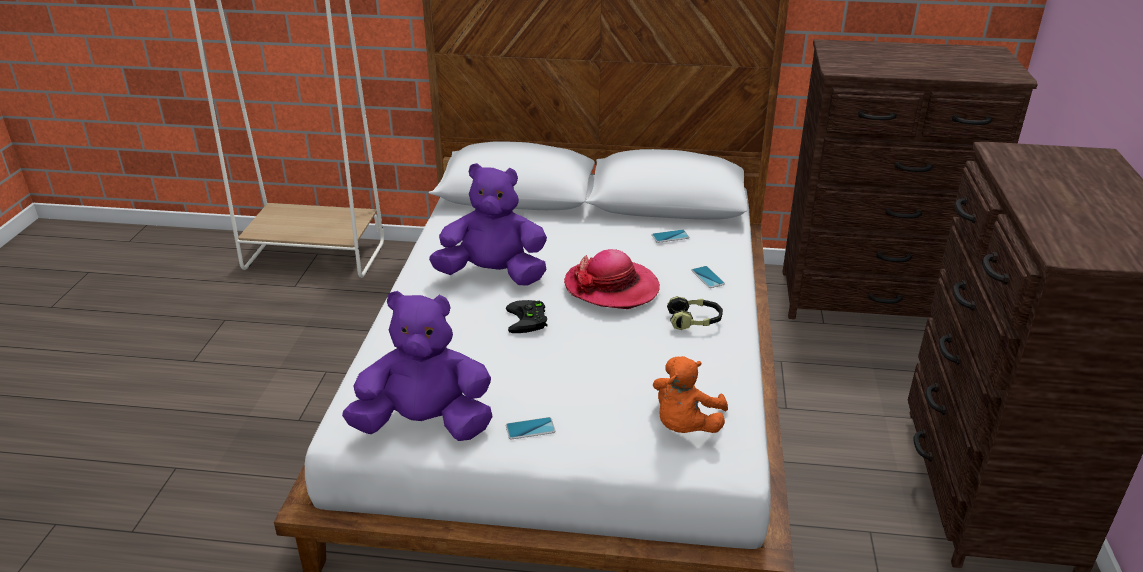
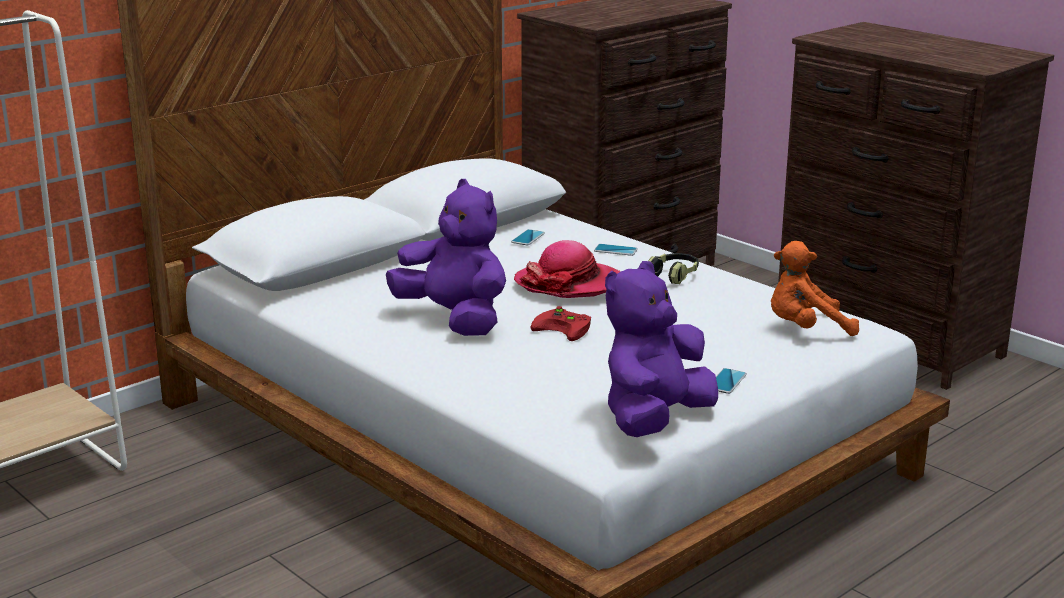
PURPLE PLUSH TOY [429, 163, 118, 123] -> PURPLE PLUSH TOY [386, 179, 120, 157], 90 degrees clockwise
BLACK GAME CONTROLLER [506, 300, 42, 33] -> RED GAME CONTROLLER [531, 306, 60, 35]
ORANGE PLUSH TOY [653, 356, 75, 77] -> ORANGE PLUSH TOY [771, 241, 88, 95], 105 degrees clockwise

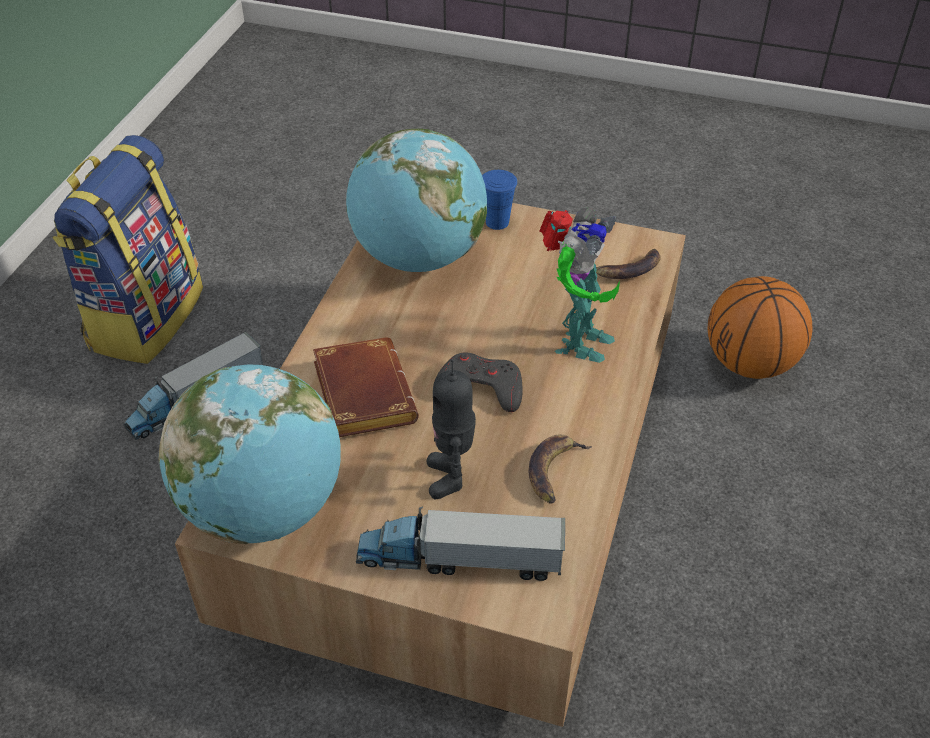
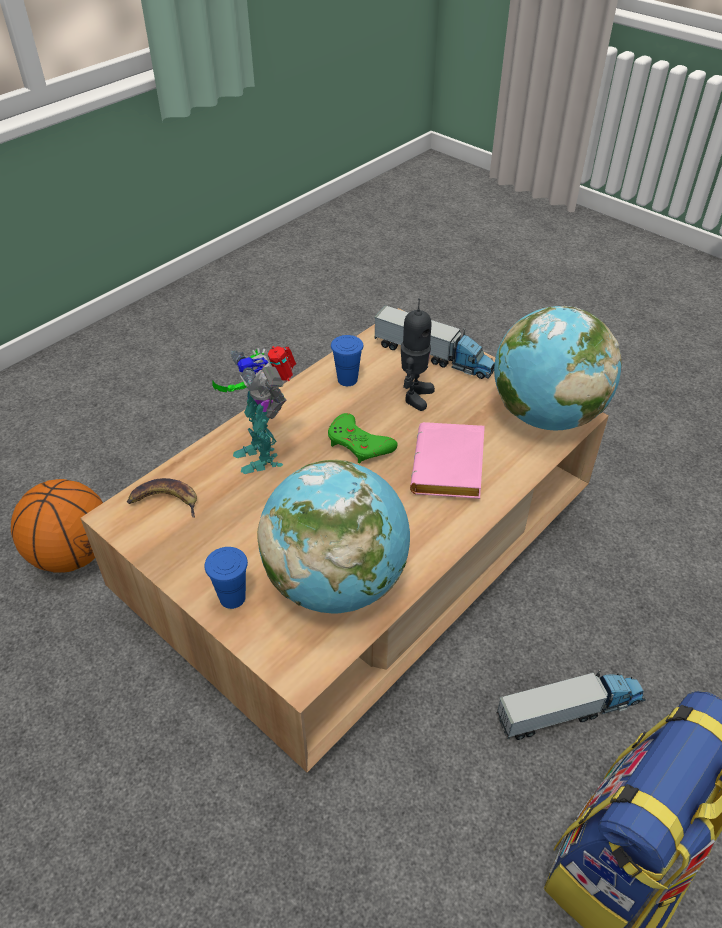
TOY ROBOT [539, 207, 81, 156] -> TOY ROBOT [212, 346, 84, 128], 75 degrees counterclockwise
GREY GAME CONTROLLER [435, 352, 88, 60] -> GREEN GAME CONTROLLER [328, 413, 70, 50]
BANANA [528, 434, 64, 70] -> BLUE CUP [331, 335, 32, 51]
BROWN BOOK [313, 337, 106, 100] -> PINK BOOK [410, 422, 75, 77]

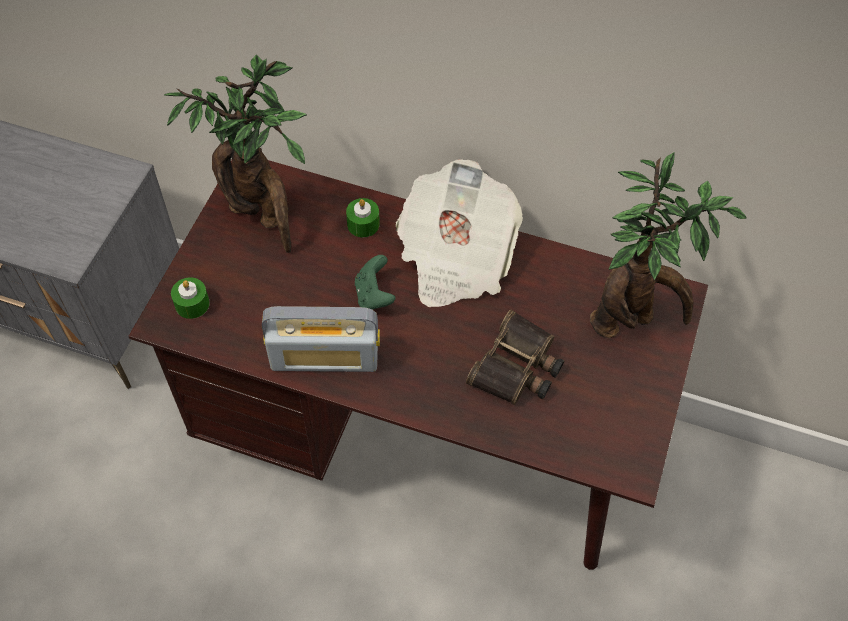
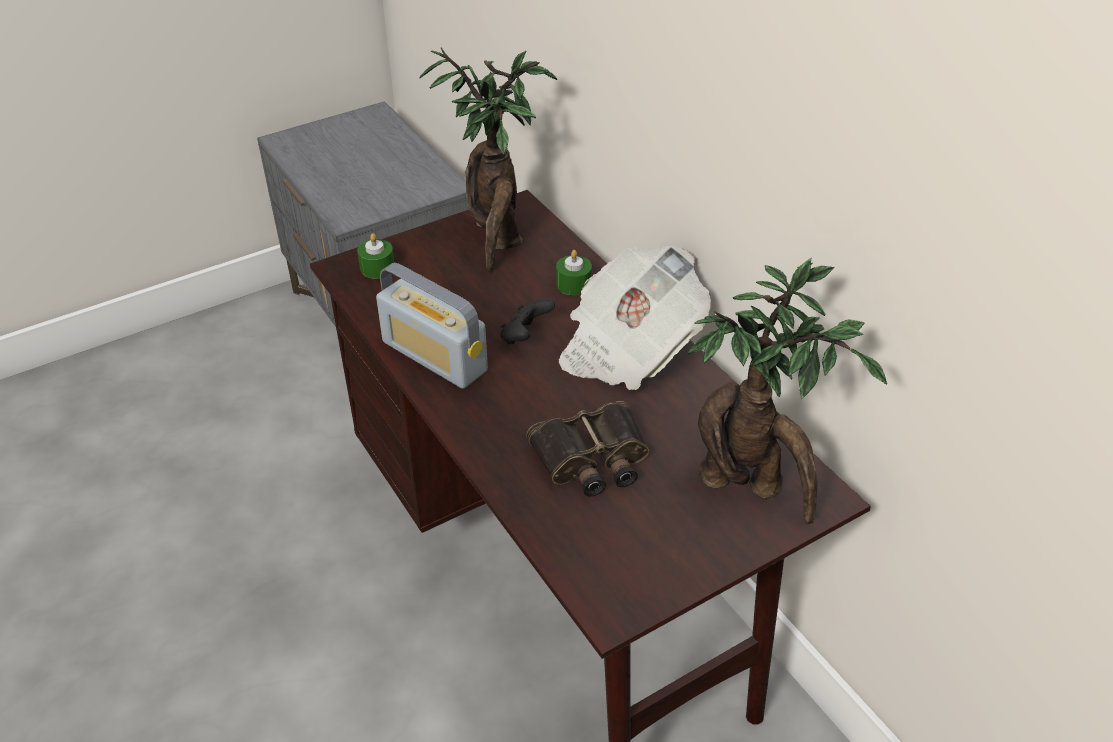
GREEN GAME CONTROLLER [355, 255, 40, 55] -> BLACK GAME CONTROLLER [500, 298, 55, 47]

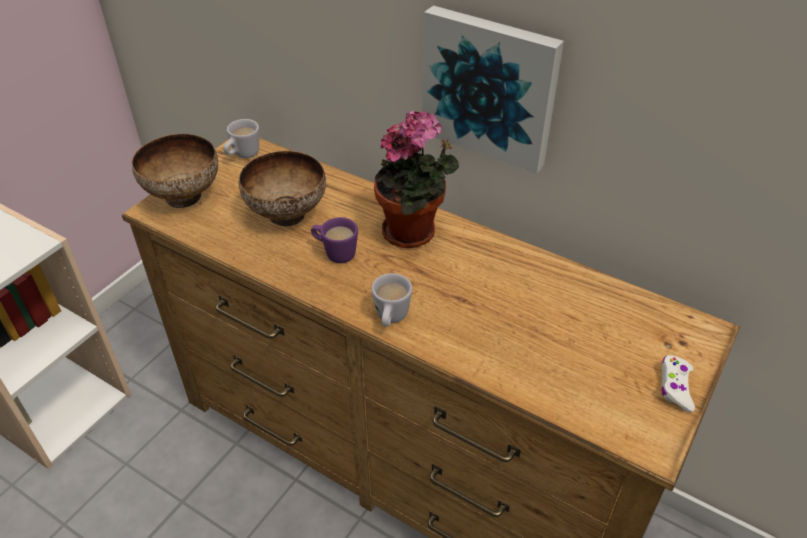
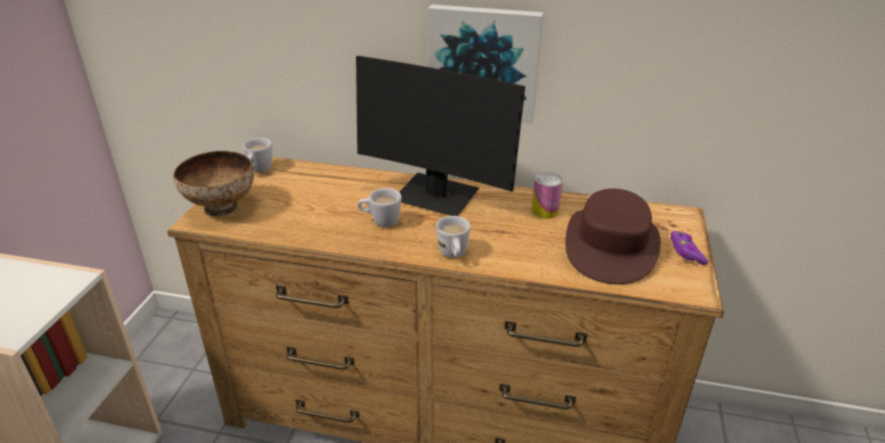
POTTED PLANT [374, 110, 85, 138] -> MONITOR [356, 56, 169, 160]
PURPLE MUG [311, 217, 47, 46] -> WHITE MUG [358, 188, 44, 39]
none -> CAN [531, 172, 32, 46]
none -> BROWN HAT [565, 189, 96, 95]
WHITE GAME CONTROLLER [661, 355, 34, 57] -> PURPLE GAME CONTROLLER [670, 231, 38, 34]
BOWL [239, 151, 87, 75] -> none

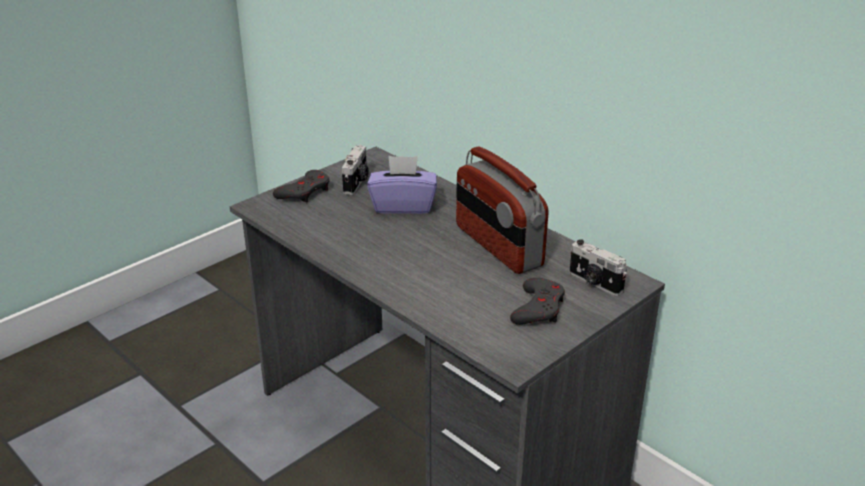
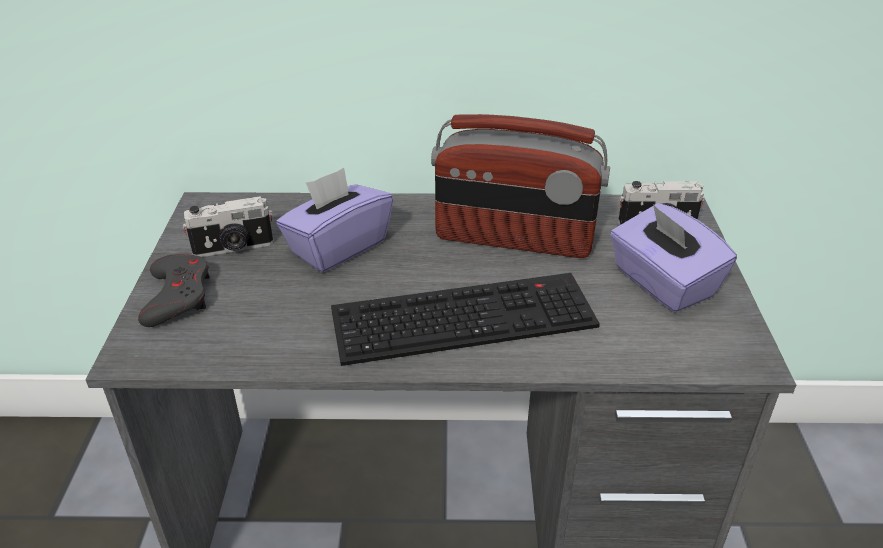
PHOTO CAMERA [342, 145, 27, 50] -> PHOTO CAMERA [183, 196, 90, 61], 105 degrees clockwise
none -> KEYBOARD [331, 273, 269, 93]
GREY GAME CONTROLLER [510, 278, 55, 47] -> PURPLE TISSUE BOX [610, 203, 127, 109]

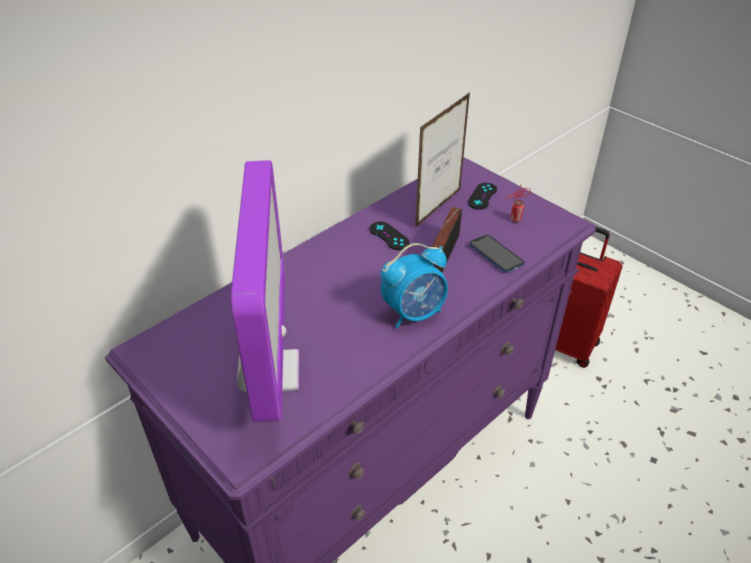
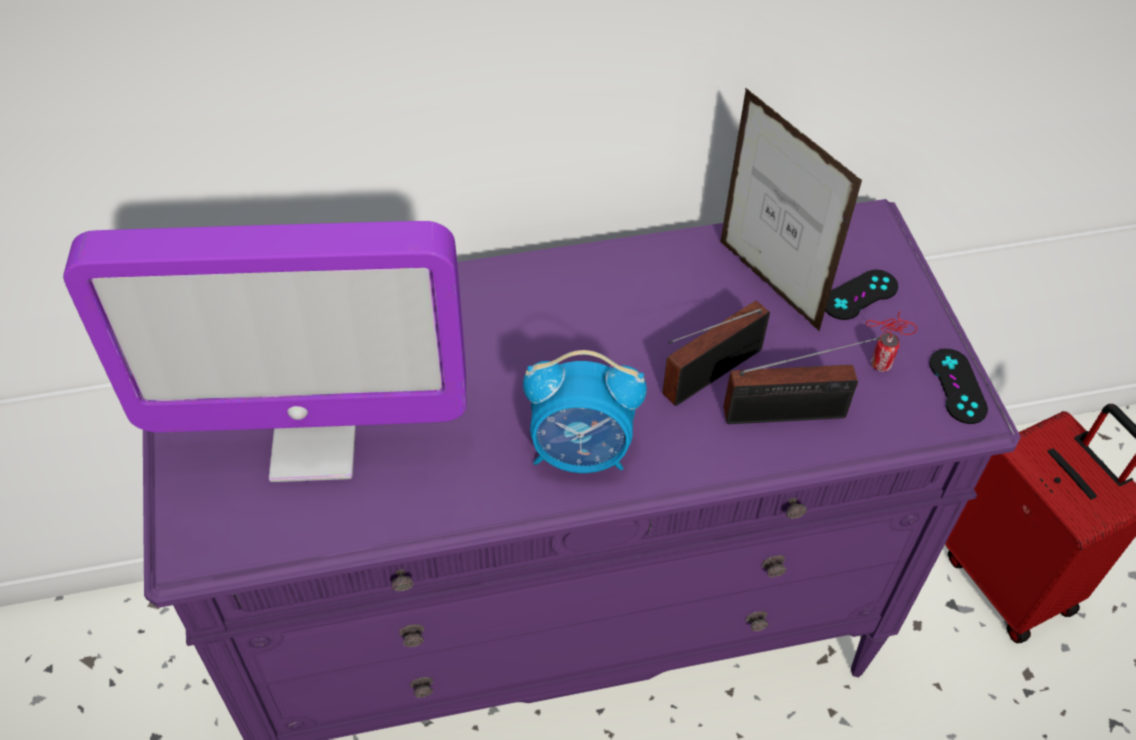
MONITOR [231, 160, 68, 263] -> MONITOR [63, 221, 403, 261], 60 degrees clockwise
PICTURE FRAME [415, 92, 55, 136] -> PICTURE FRAME [720, 87, 142, 244], 105 degrees counterclockwise
PHONE [469, 235, 55, 38] -> RADIO [723, 337, 158, 87]
BLACK GAME CONTROLLER [370, 222, 40, 28] -> BLACK GAME CONTROLLER [929, 349, 59, 75], shifted

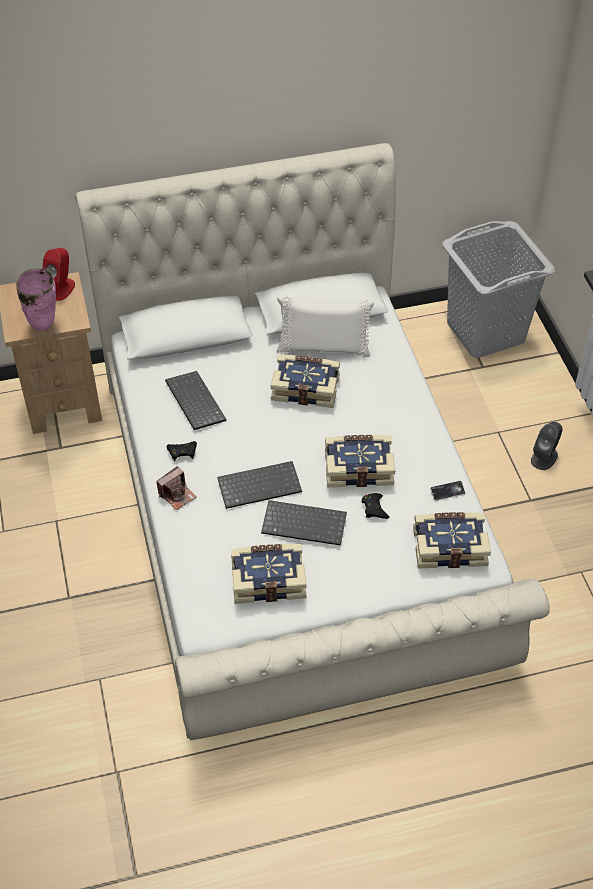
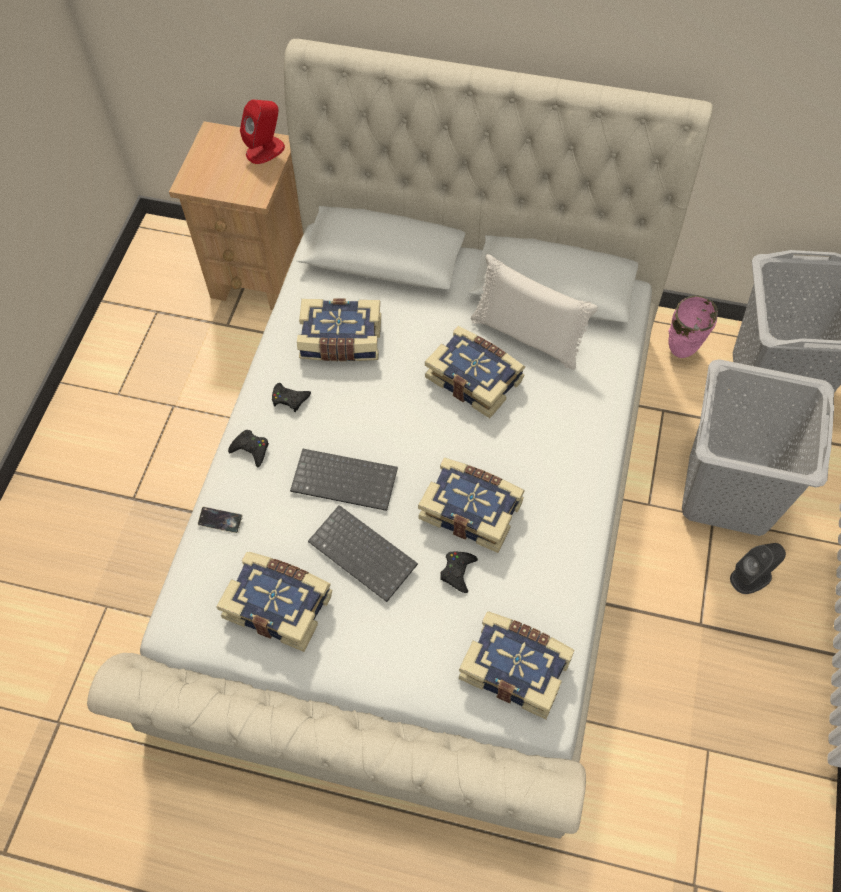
PHONE [430, 481, 36, 20] -> PHONE [198, 506, 45, 28], shifted
PHOTO CAMERA [156, 466, 41, 44] -> BLACK GAME CONTROLLER [228, 430, 41, 37]
KEYBOARD [165, 371, 61, 59] -> BOOK [297, 298, 84, 63]
PINK VASE [16, 269, 40, 62] -> PINK VASE [668, 296, 50, 62], shifted
none -> GREY LAUNDRY BASKET [682, 359, 152, 177]

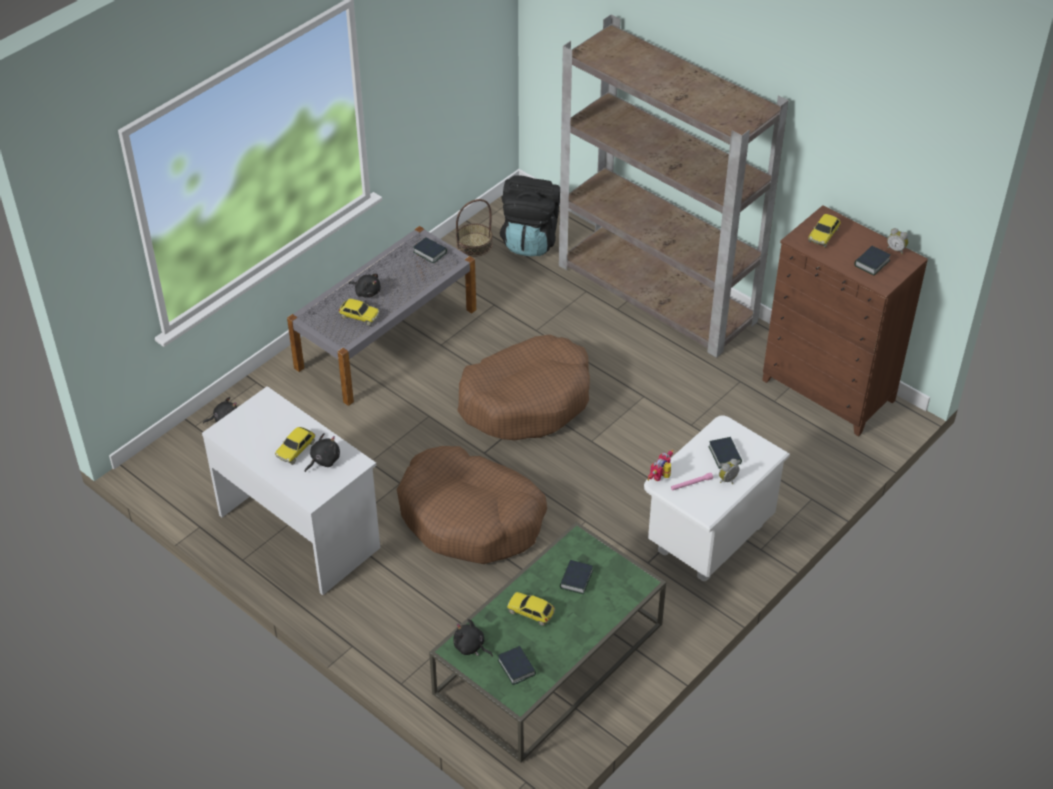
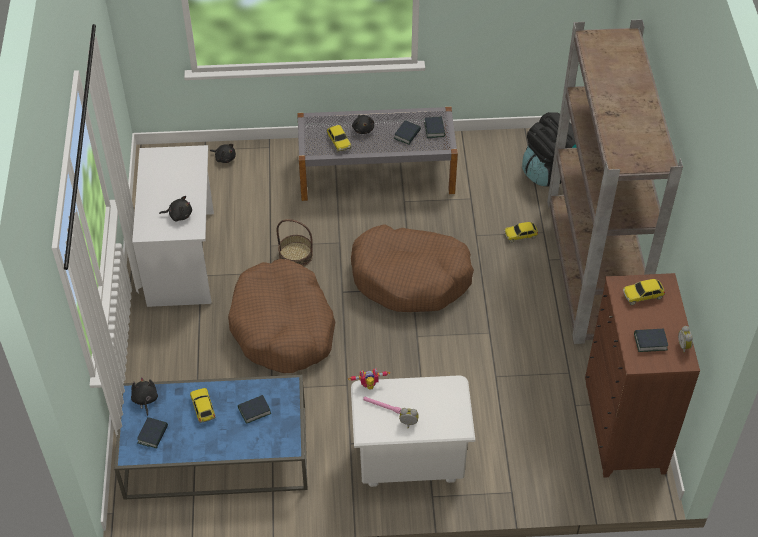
GREEN COFFEE TABLE [429, 522, 237, 241] -> BLUE COFFEE TABLE [114, 375, 193, 125]
BASKET [456, 199, 37, 58] -> BASKET [277, 219, 36, 47], shifted
BOOK [708, 437, 34, 32] -> BOOK [394, 120, 27, 25], shifted
TOY CAR [275, 427, 40, 38] -> TOY CAR [504, 222, 34, 21], shifted

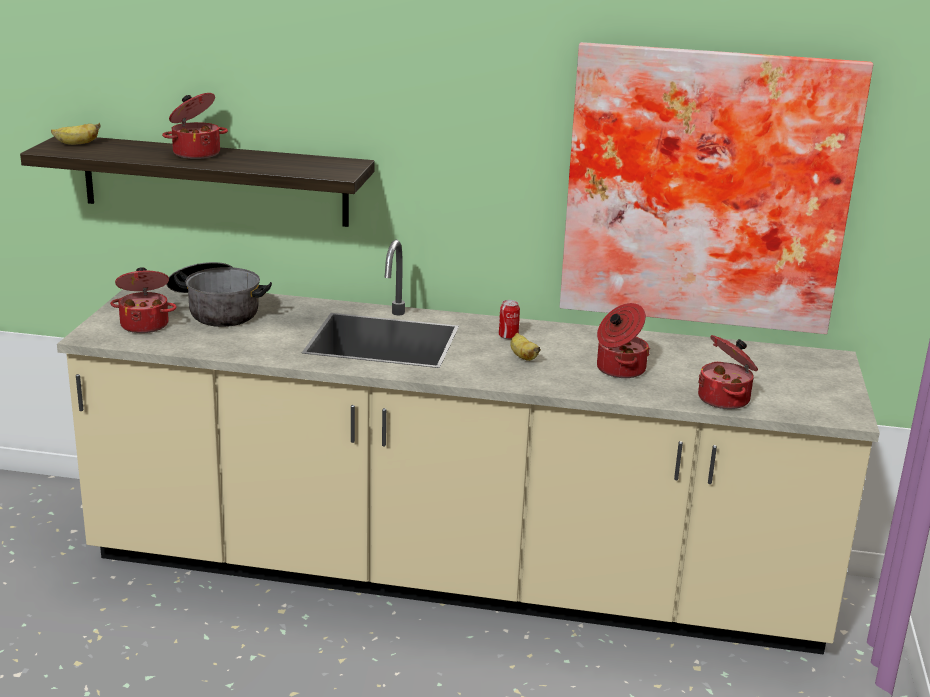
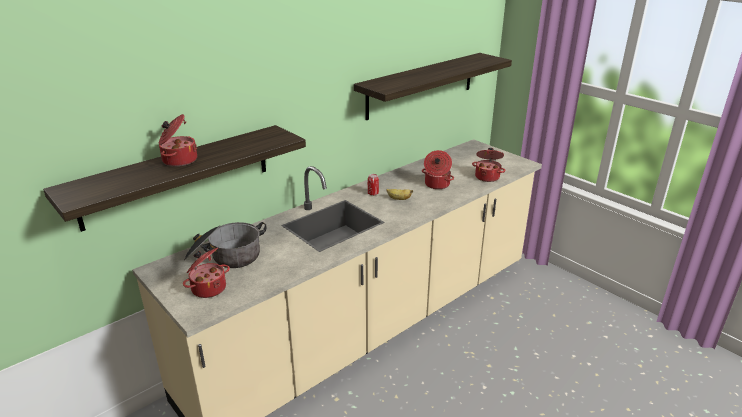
PICTURE [560, 42, 313, 292] -> SHELF [354, 53, 158, 67]
BANANA [51, 123, 50, 22] -> none

